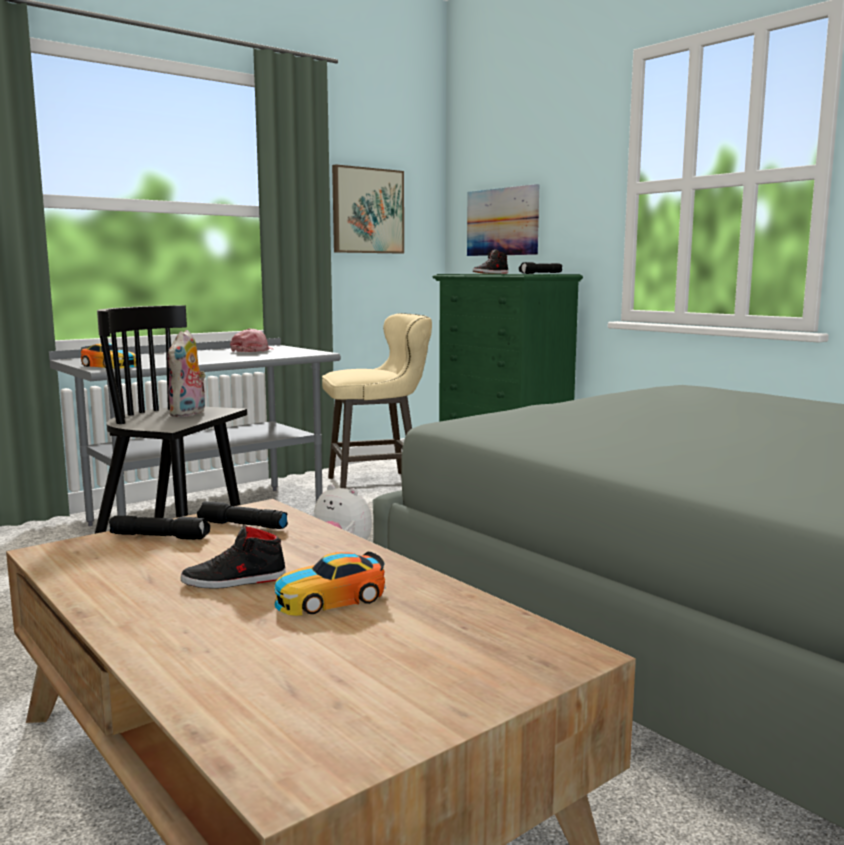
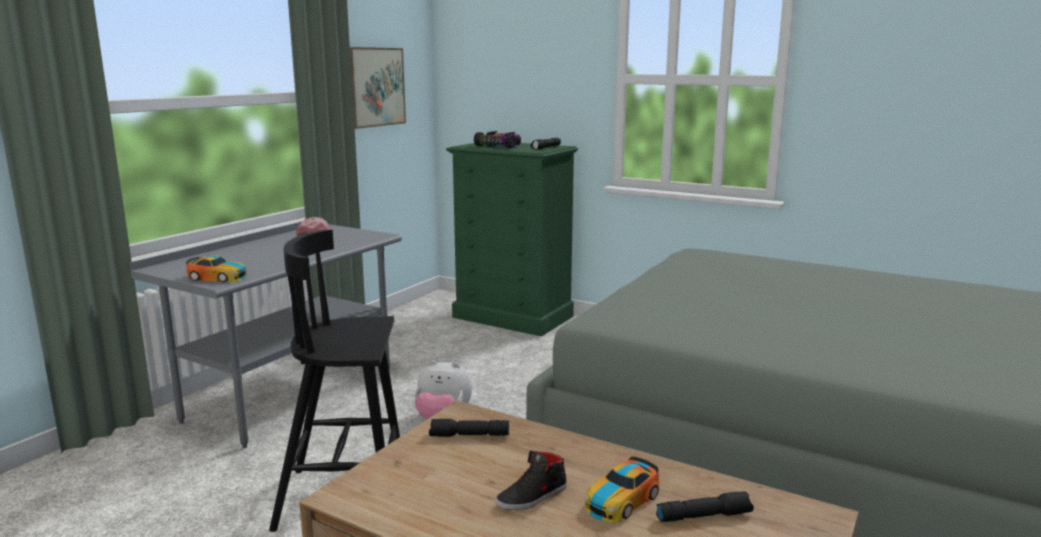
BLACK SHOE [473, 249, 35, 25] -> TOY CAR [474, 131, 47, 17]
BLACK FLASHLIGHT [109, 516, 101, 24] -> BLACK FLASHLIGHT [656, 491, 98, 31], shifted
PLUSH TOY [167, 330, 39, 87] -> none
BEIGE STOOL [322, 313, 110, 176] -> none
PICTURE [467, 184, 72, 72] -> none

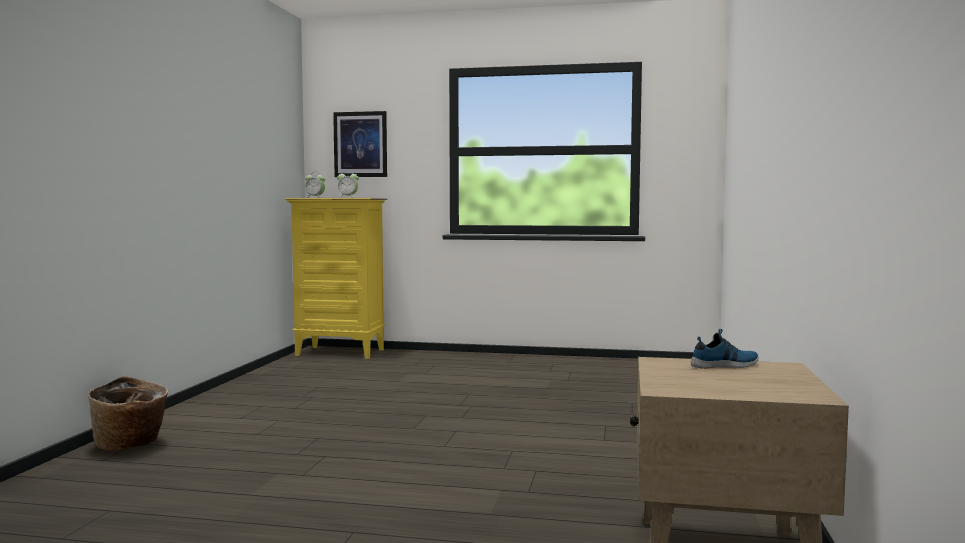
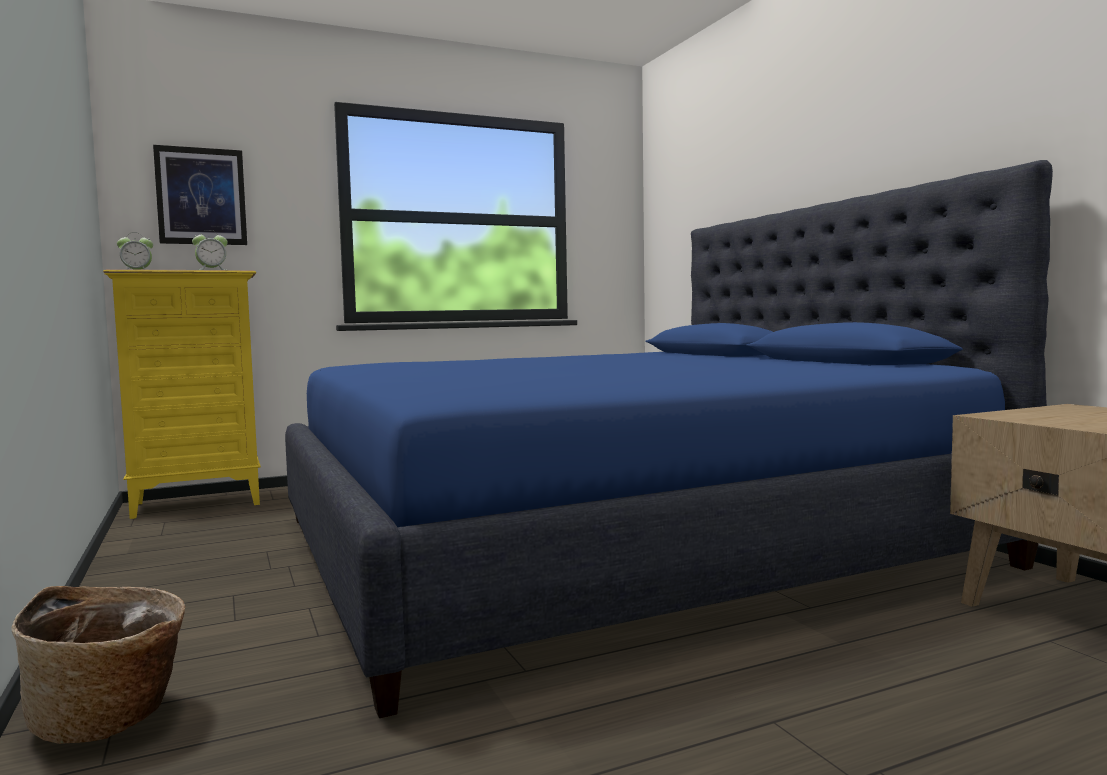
none -> BLUE BED [285, 160, 768, 558]
SHOE [691, 329, 68, 40] -> none

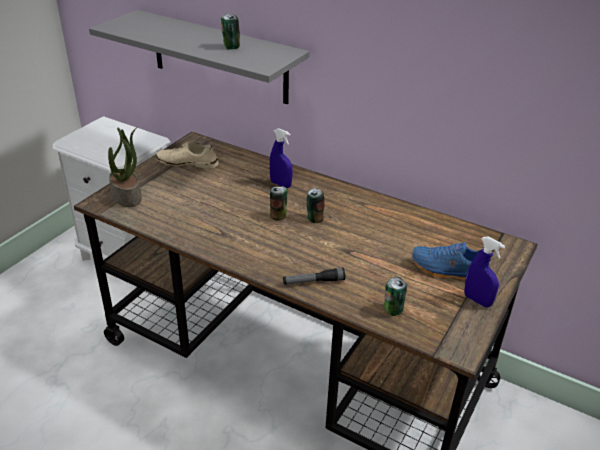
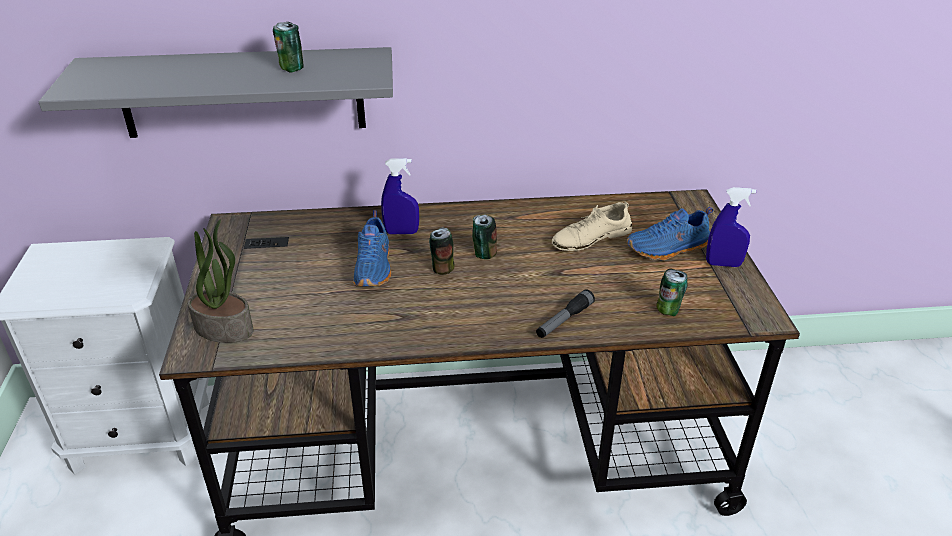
none -> BLUE SHOE [353, 210, 38, 76]
BEIGE SHOE [156, 140, 62, 29] -> BEIGE SHOE [552, 201, 80, 50], shifted

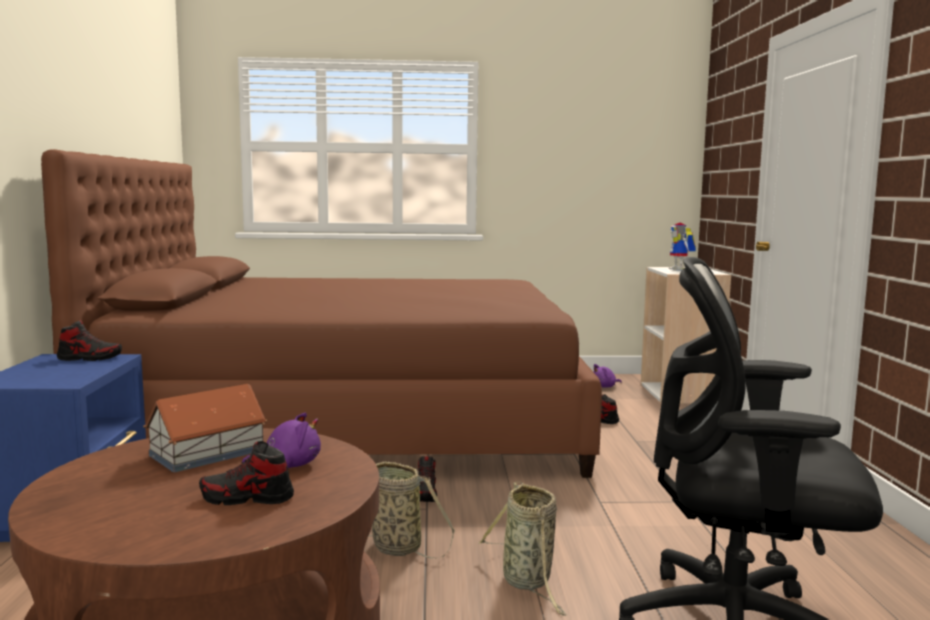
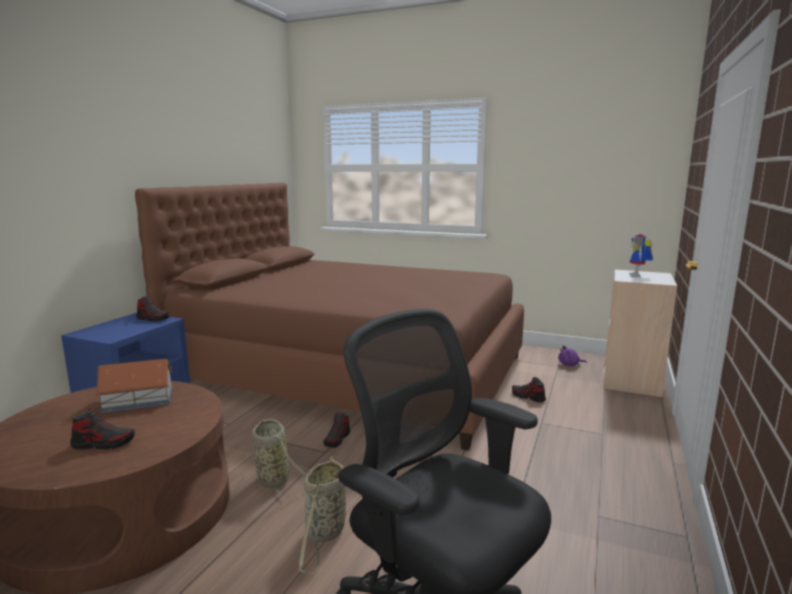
SHOE [199, 441, 95, 64] -> SHOE [70, 408, 65, 42], 150 degrees clockwise
PURPLE PLUSH TOY [241, 412, 80, 56] -> none

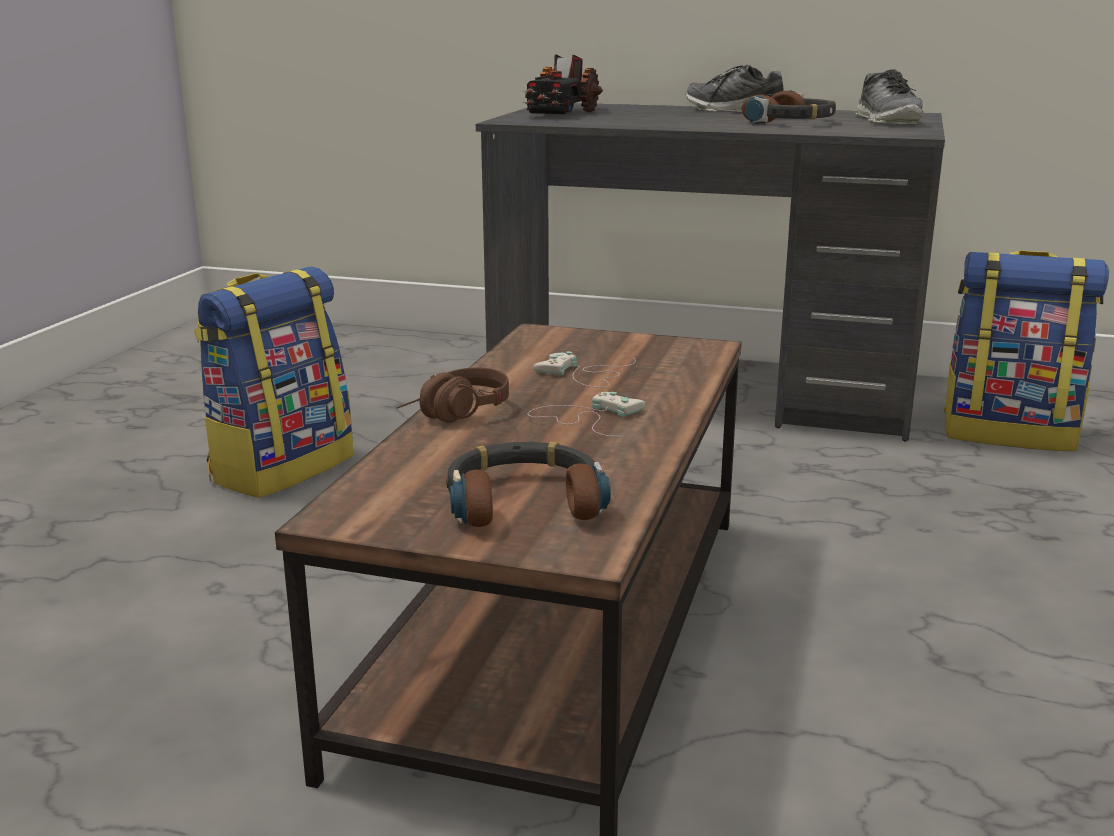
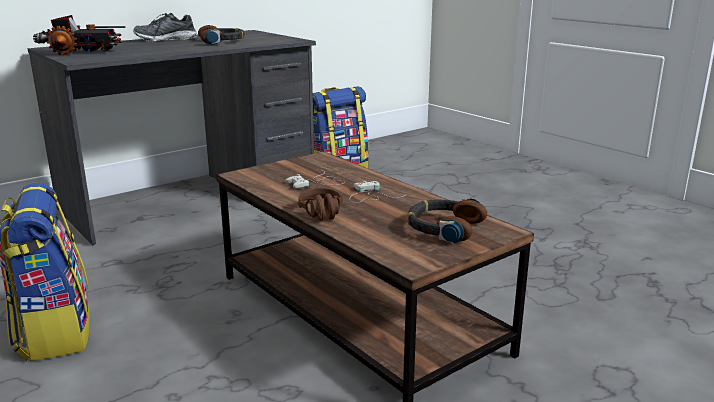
TOY TRUCK [522, 55, 81, 59] -> TOY TRUCK [33, 15, 92, 40], 60 degrees counterclockwise
SHOE [856, 70, 67, 54] -> none

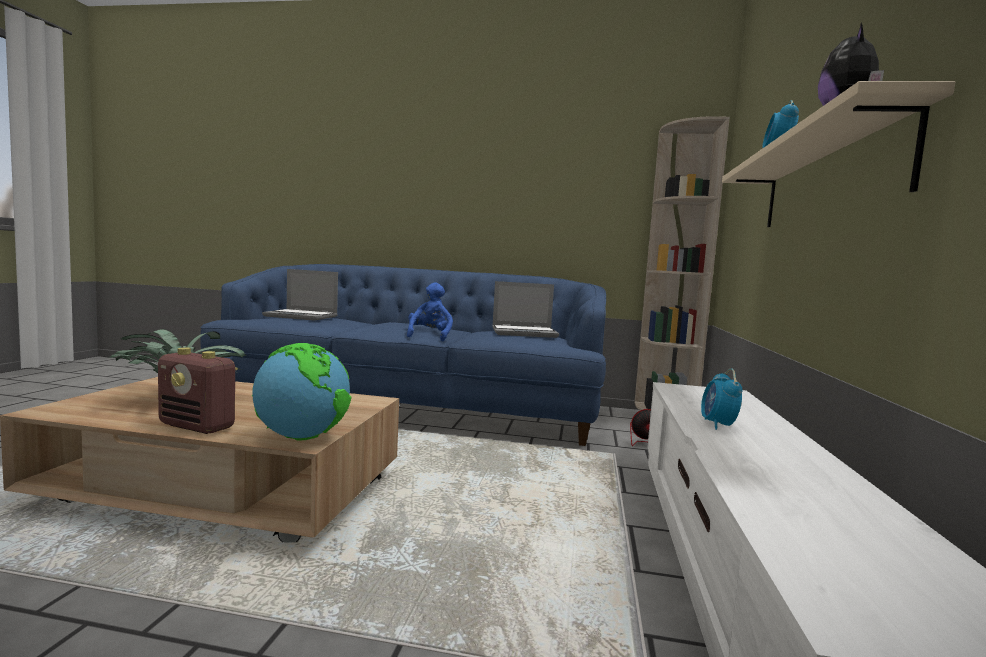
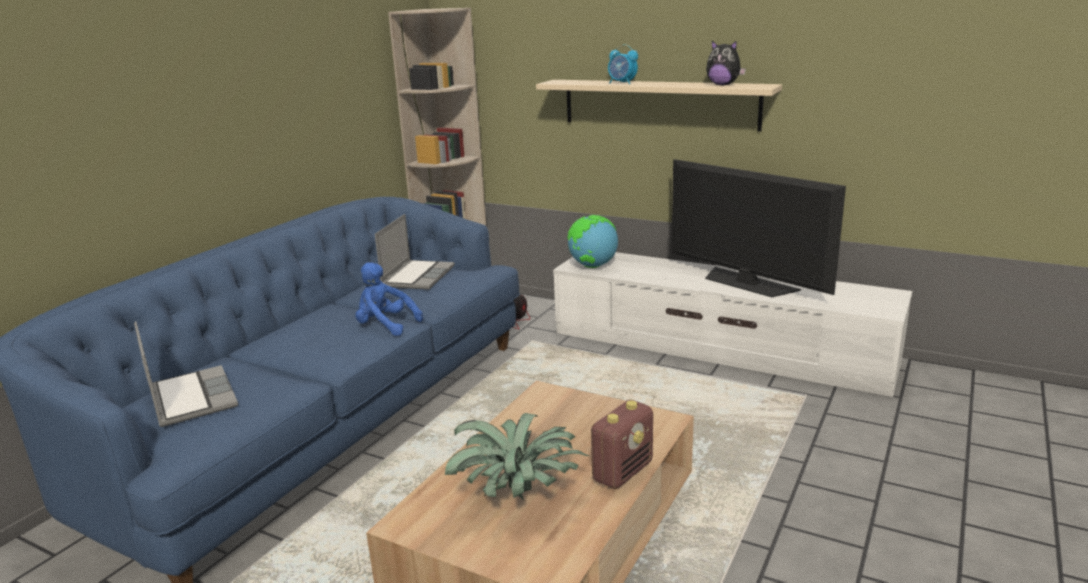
LAPTOP [262, 269, 76, 52] -> LAPTOP [134, 321, 104, 106], 60 degrees counterclockwise
GLOBE [252, 343, 99, 98] -> GLOBE [567, 215, 51, 53], shifted
none -> TELEVISION [671, 159, 175, 138]
ALARM CLOCK [701, 368, 41, 62] -> none

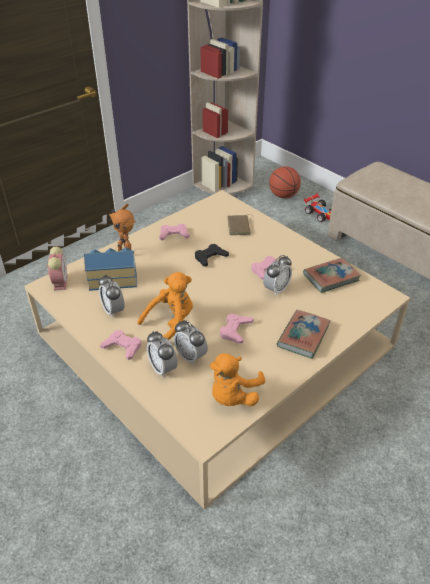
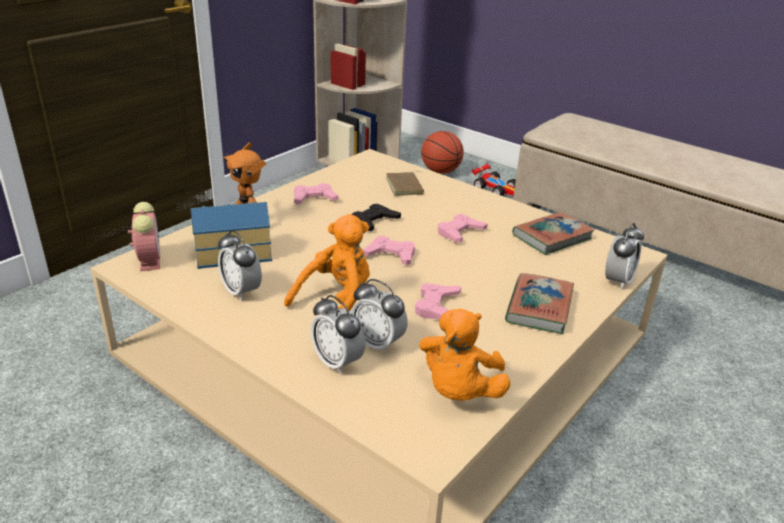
PINK GAME CONTROLLER [100, 330, 41, 30] -> PINK GAME CONTROLLER [363, 236, 52, 29], shifted
ALARM CLOCK [263, 255, 29, 41] -> ALARM CLOCK [605, 223, 39, 67], shifted

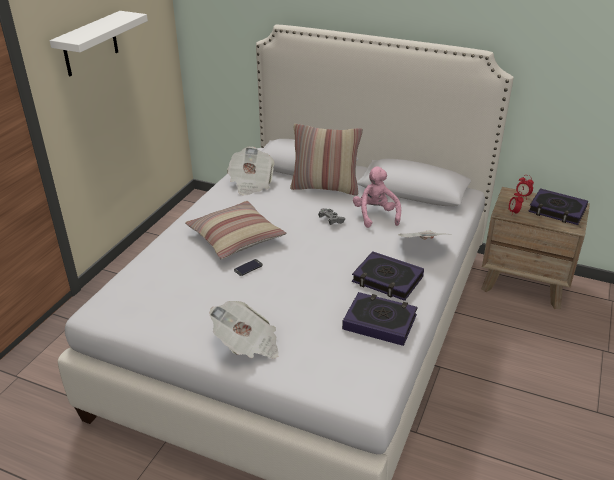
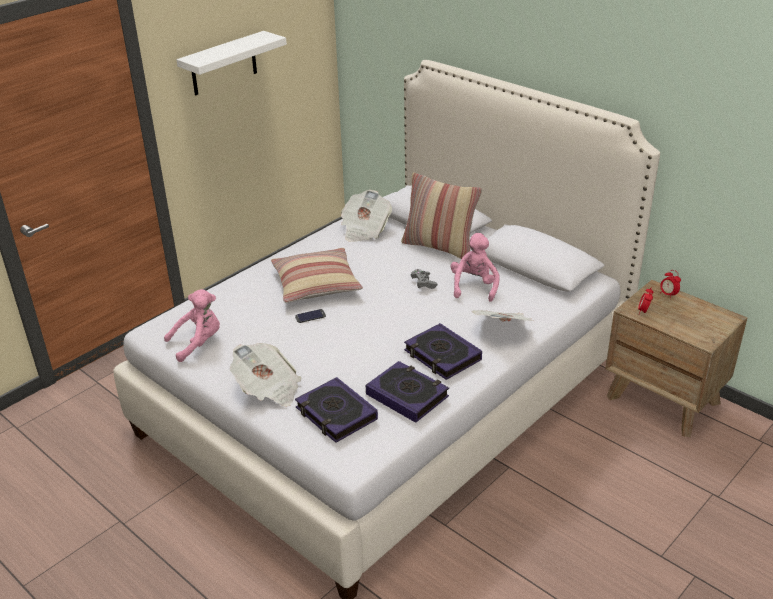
none -> PINK PLUSH TOY [164, 289, 56, 73]
BOOK [528, 188, 60, 37] -> BOOK [295, 377, 83, 66], shifted

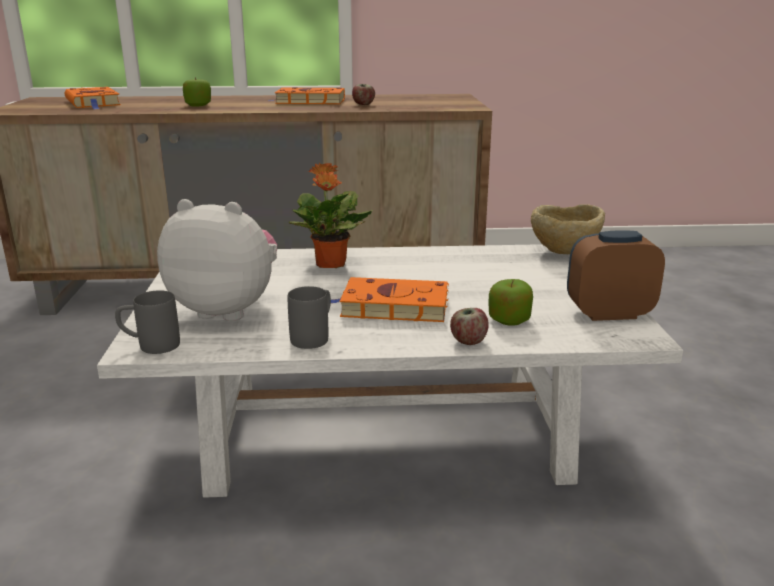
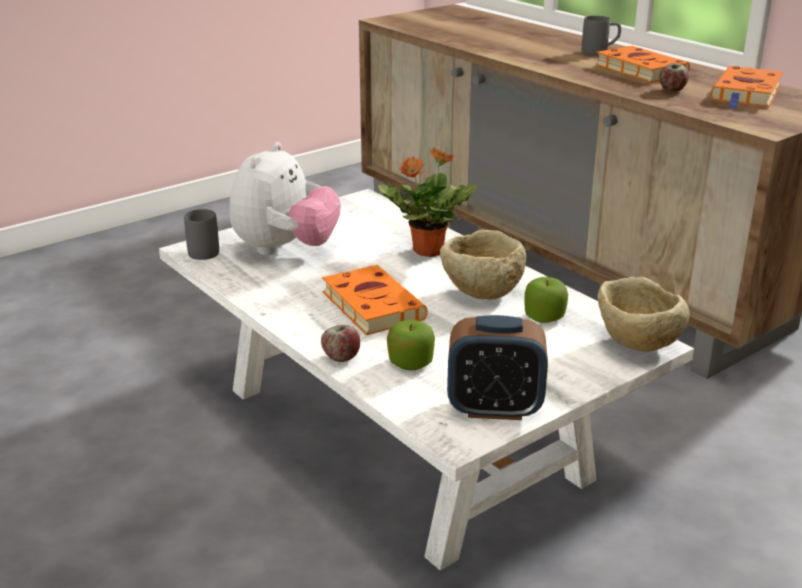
PLUSH TOY [157, 199, 120, 122] -> PLUSH TOY [229, 142, 112, 113], 45 degrees clockwise
none -> BEIGE BOWL [440, 229, 86, 71]
ALARM CLOCK [567, 230, 98, 91] -> ALARM CLOCK [447, 315, 101, 105], 135 degrees clockwise
APPLE [183, 77, 28, 30] -> APPLE [524, 277, 44, 46], shifted
GREY MUG [288, 286, 43, 63] -> GREY MUG [582, 16, 39, 40], shifted
ORANGE BOOK [65, 87, 56, 22] -> ORANGE BOOK [710, 66, 73, 43], shifted

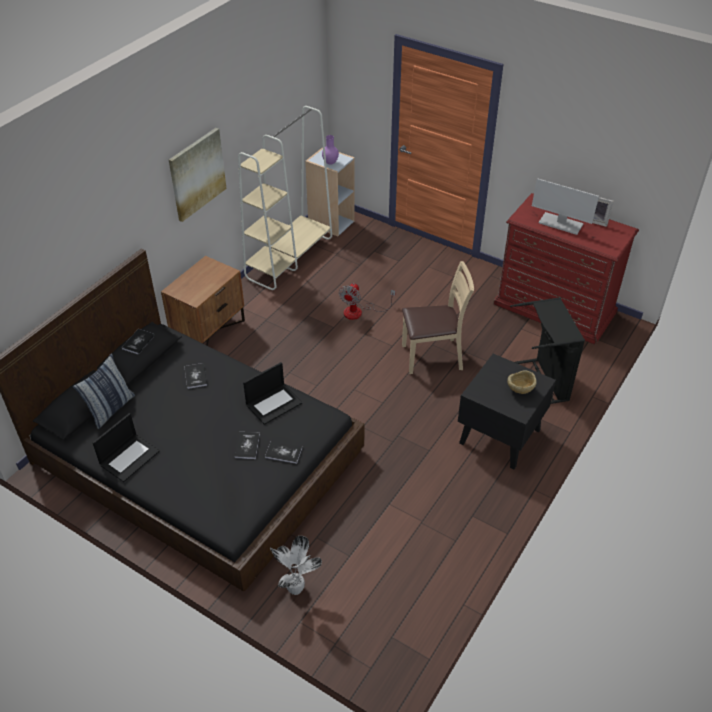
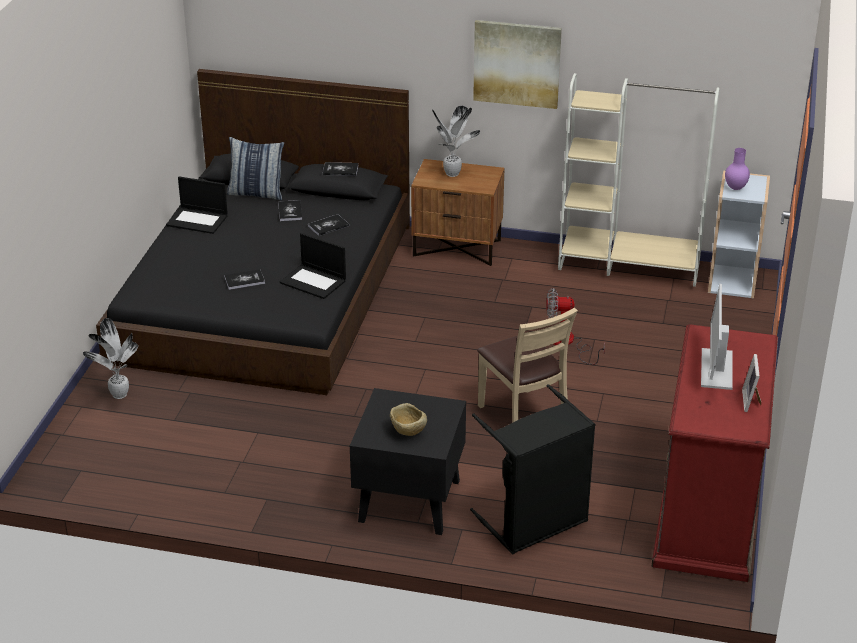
BOOK [265, 441, 37, 23] -> BOOK [278, 200, 24, 21], shifted
none -> POTTED PLANT [432, 106, 48, 71]

